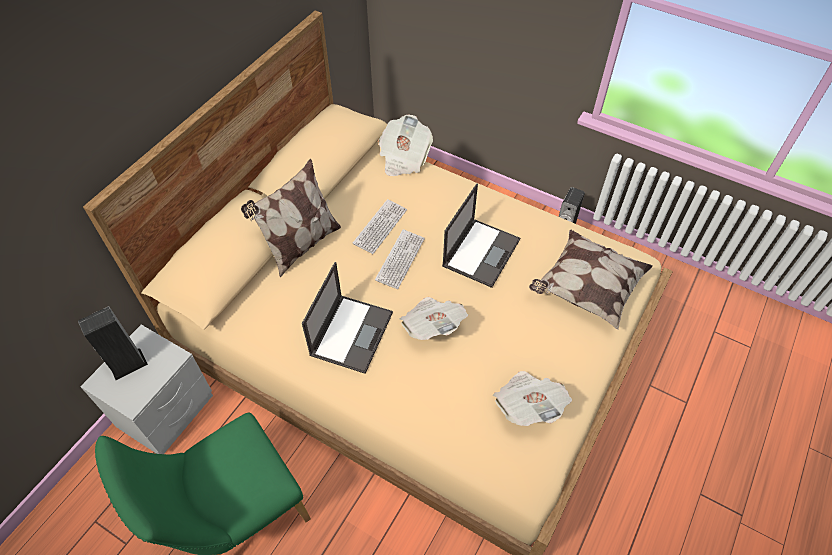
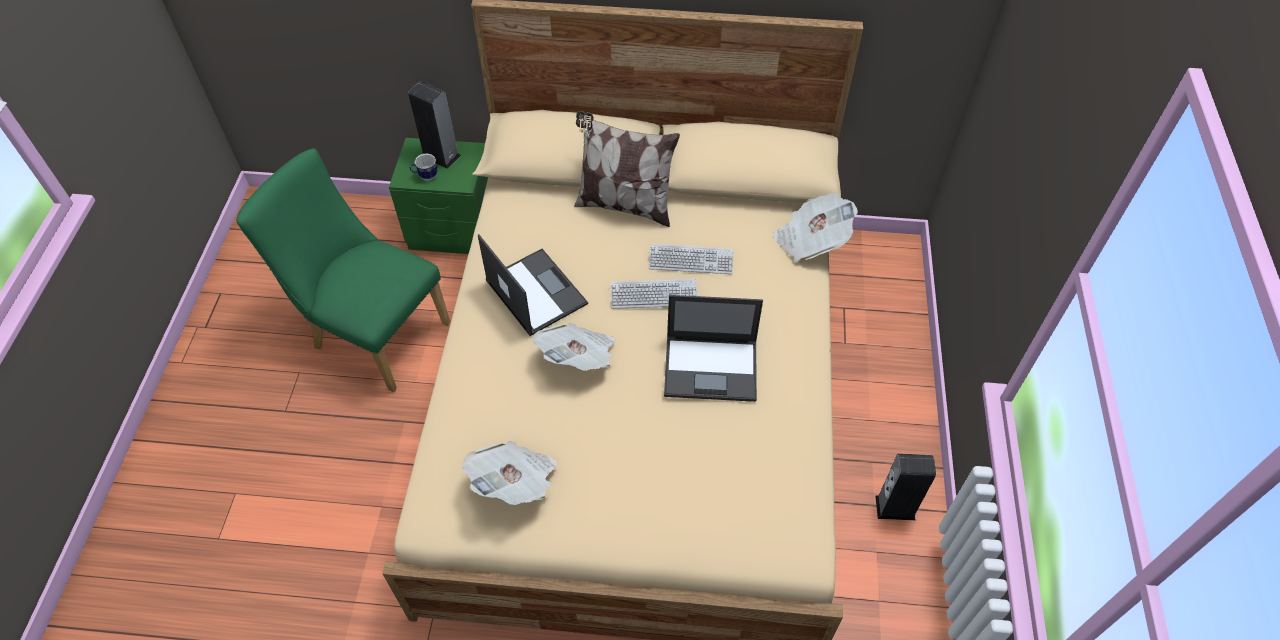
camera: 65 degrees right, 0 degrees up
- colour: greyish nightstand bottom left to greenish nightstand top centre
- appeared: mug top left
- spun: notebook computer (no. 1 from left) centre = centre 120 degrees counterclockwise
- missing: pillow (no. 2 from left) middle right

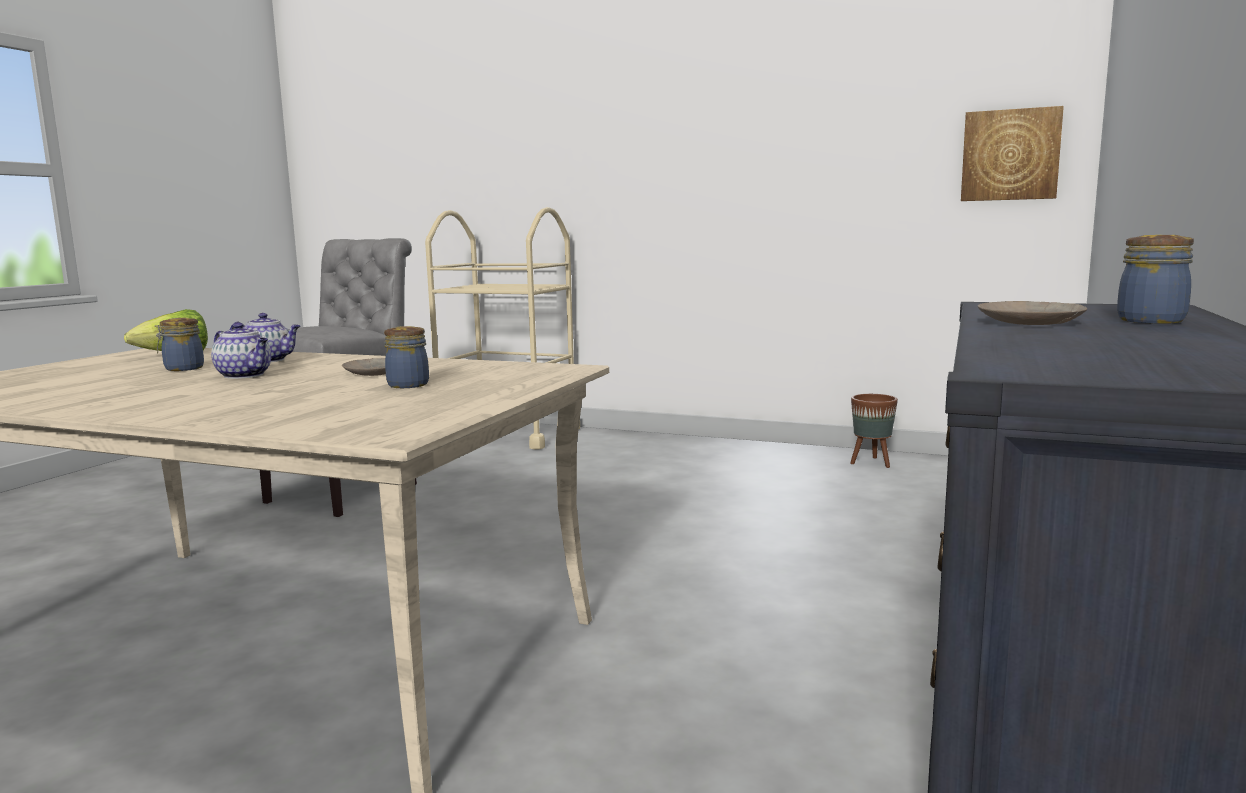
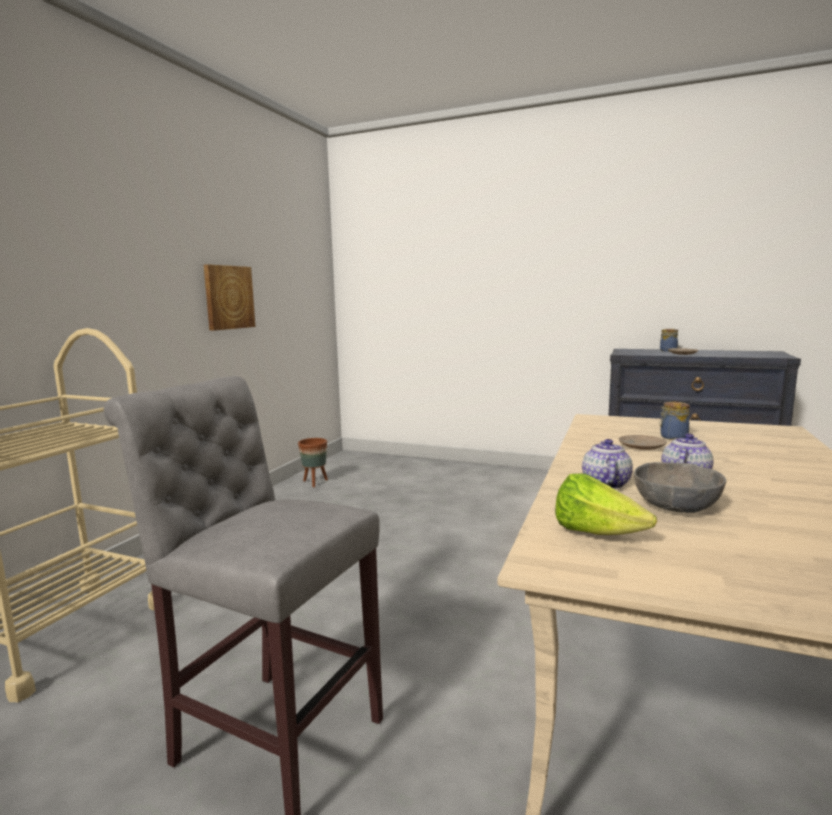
camera: 90 degrees left, 0 degrees up
- relocated: picture top right to middle left
- exchanged: jar (no. 1 from left) middle left to greyish deep dish middle right

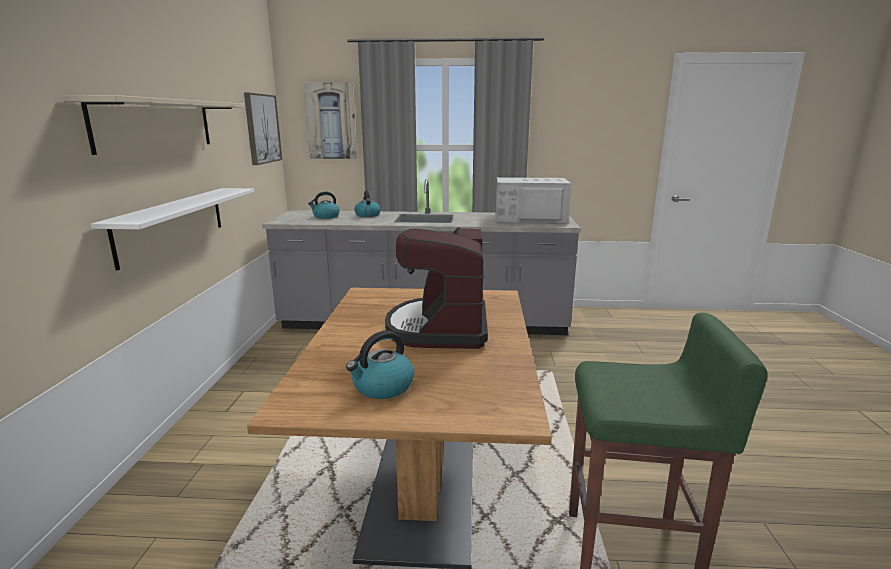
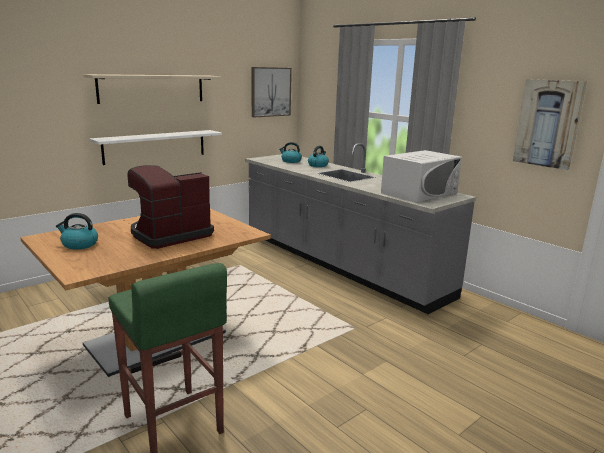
camera: 45 degrees right, 0 degrees up
- spun: whitish microwave oven centre = middle right 90 degrees clockwise
- relocated: picture (no. 2 from left) top centre to top right

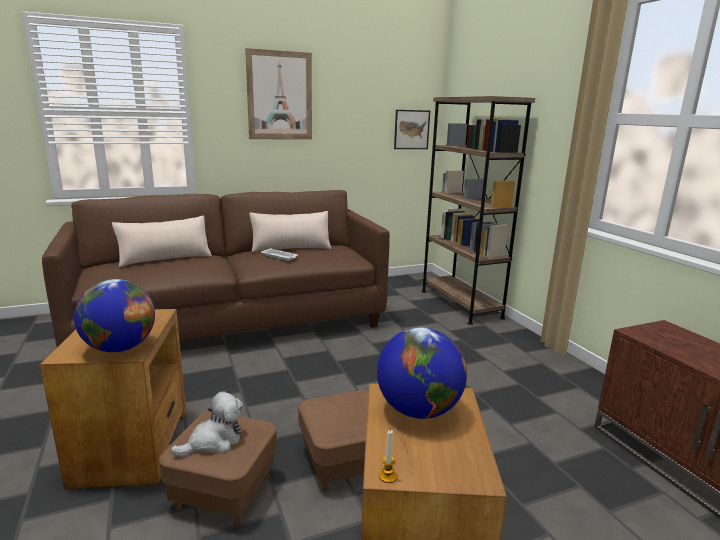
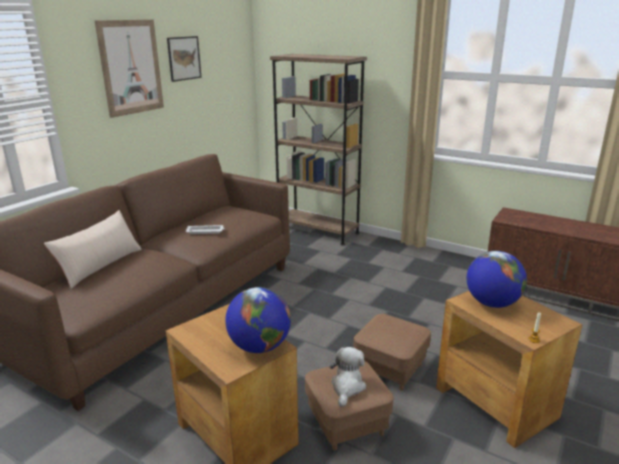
camera: 35 degrees left, 5 degrees up
- relocated: picture (no. 2 from left) top centre to top left
- missing: beige-coloured pillow (no. 2 from left) centre

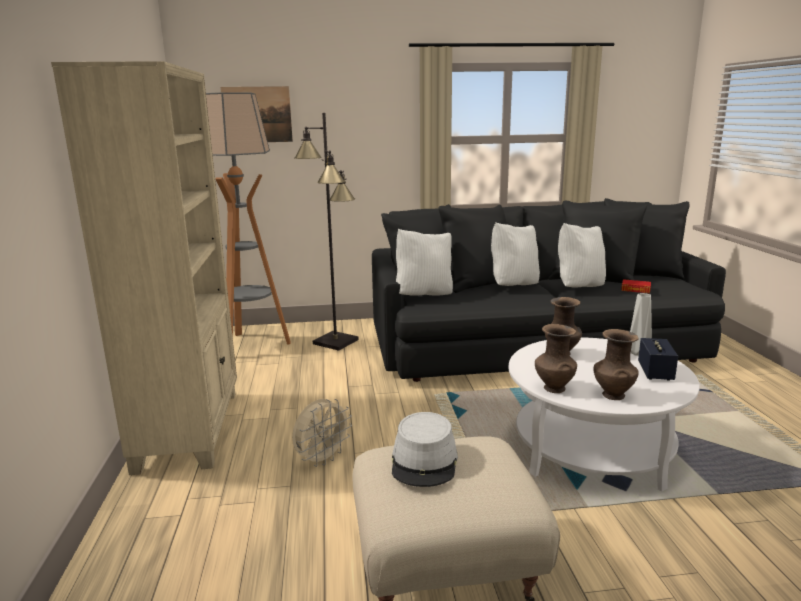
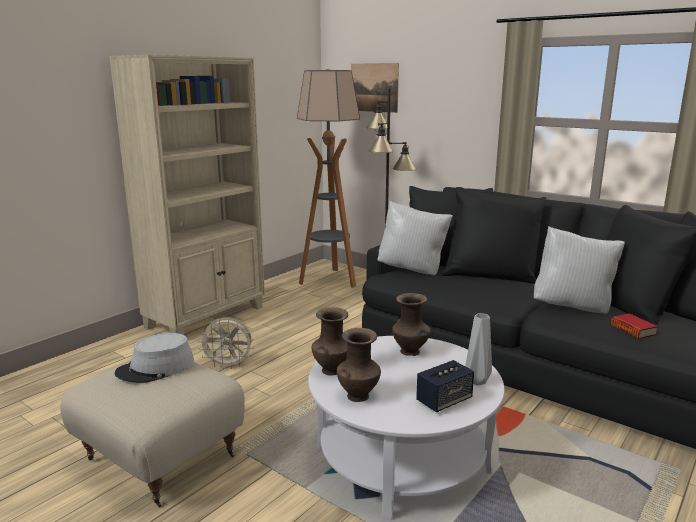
camera: 45 degrees right, 0 degrees up
- missing: whitish pillow (no. 2 from left) centre

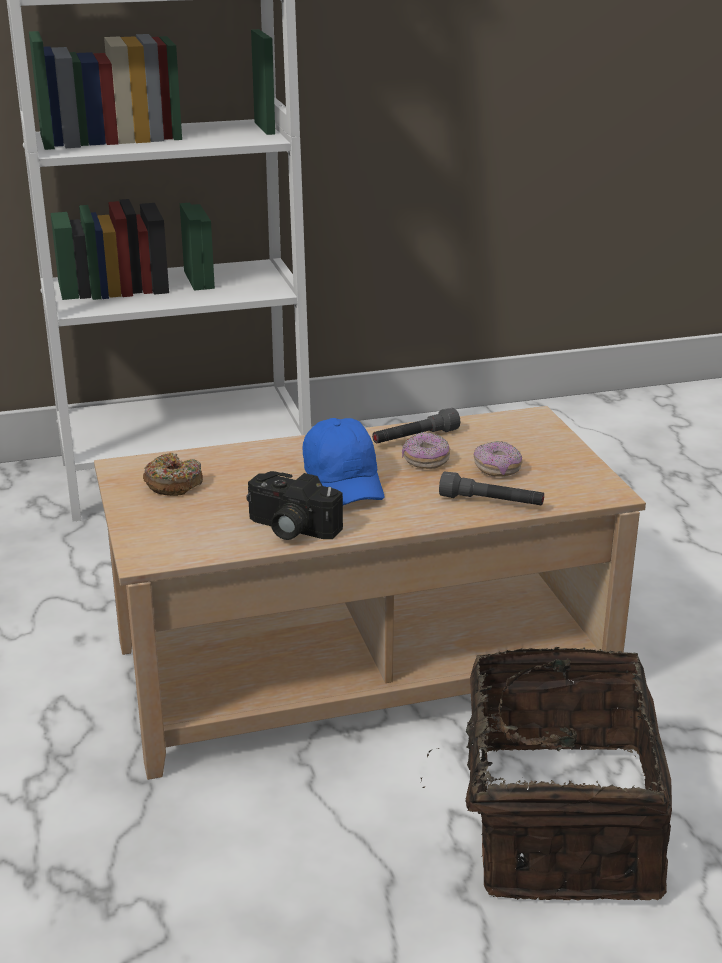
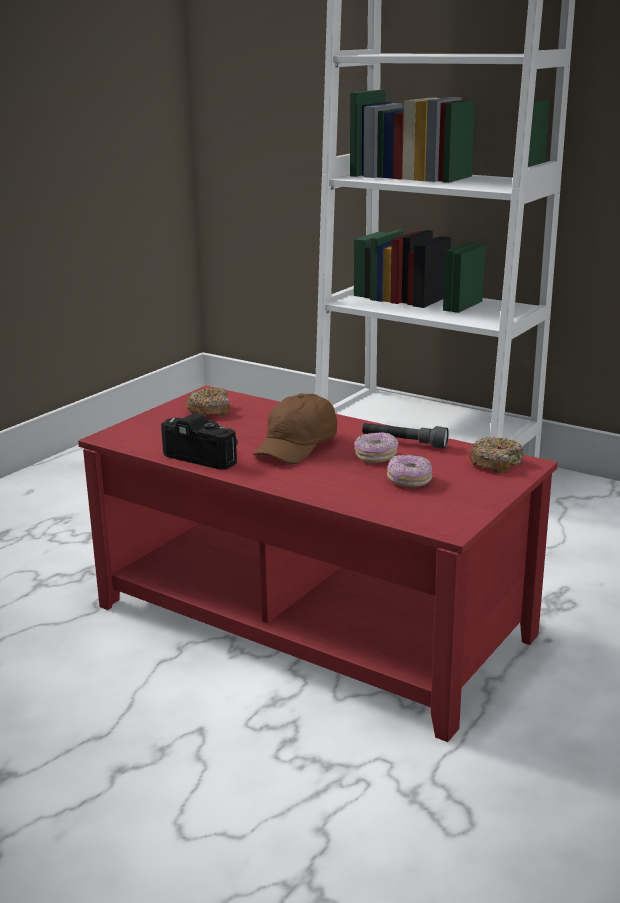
camera: 50 degrees right, 5 degrees down
- colour: beige-coloured low table centre to red low table centre
- spun: photo camera centre = middle left 135 degrees clockwise
- colour: blue-coloured peaked cap centre to brown-coloured peaked cap centre
- appeared: donut (no. 4 from left) middle right
- missing: basket bottom right
- missing: greyish hand torch (no. 2 from left) middle right

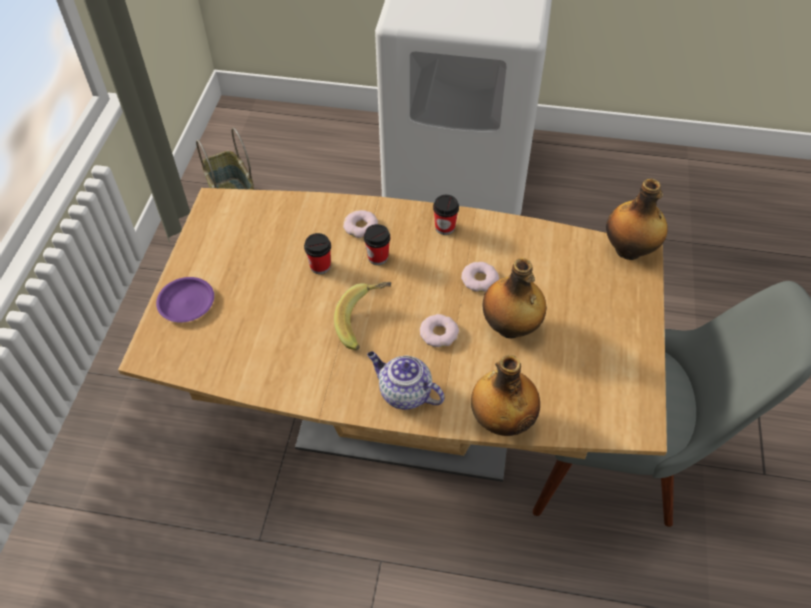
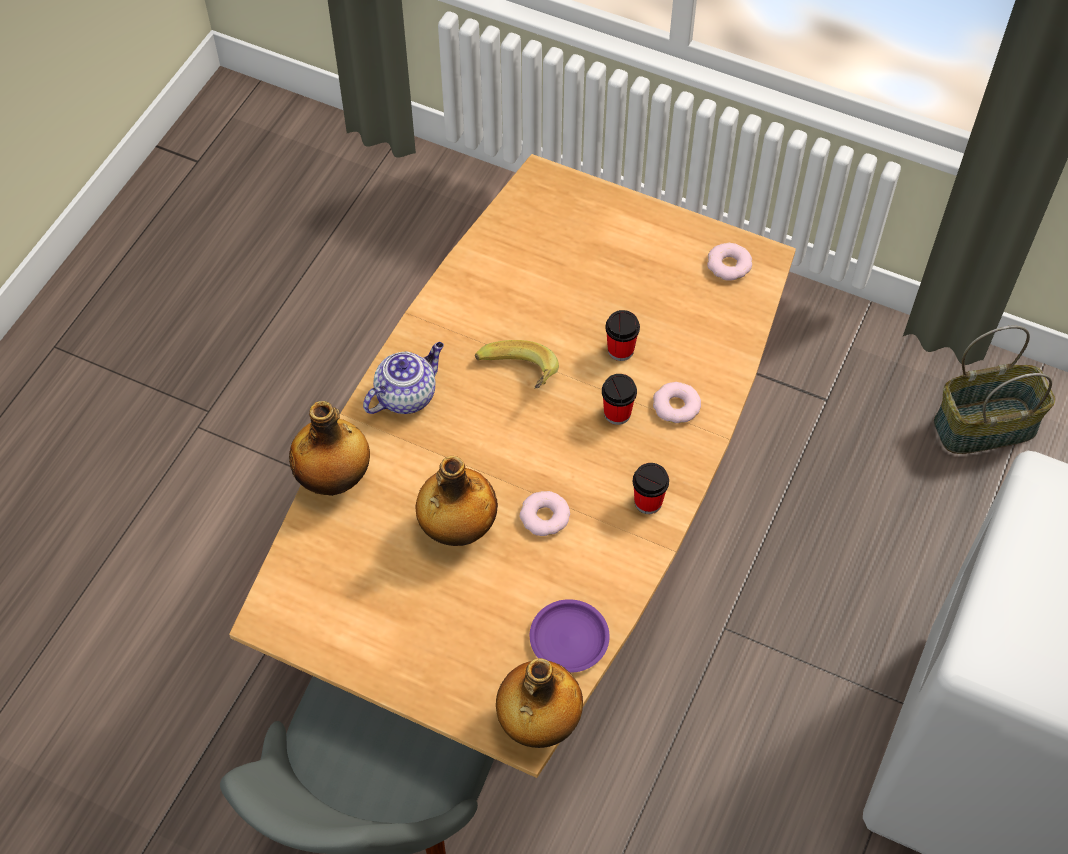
camera: 105 degrees right, 5 degrees up
- relocated: purple-coloured plate middle left to bottom centre
- relocated: donut (no. 2 from left in the first image) centre to donut (no. 3 from left) top right

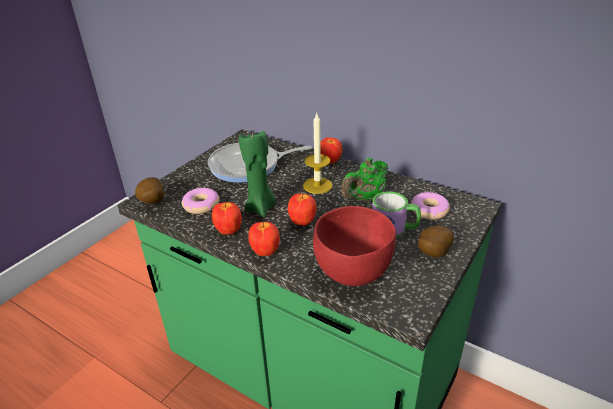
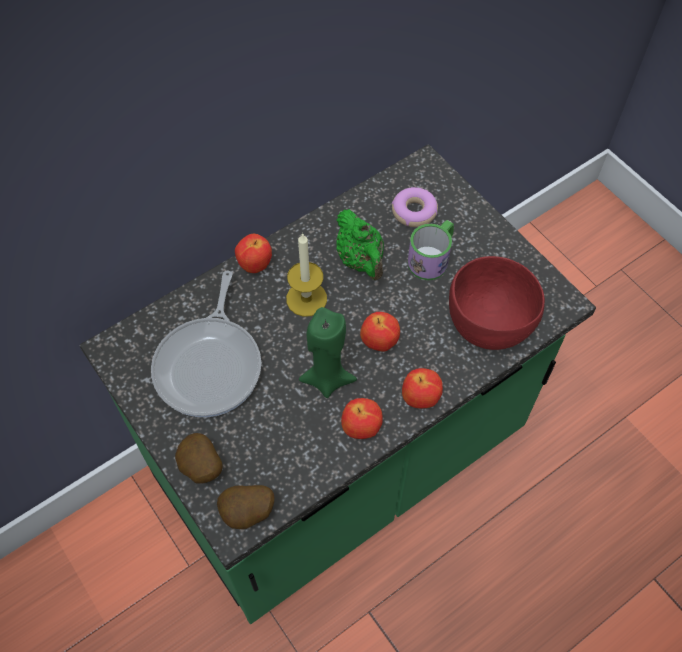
camera: 70 degrees left, 25 degrees up
- relocated: whole potato (no. 2 from left in the first image) middle right to whole potato (no. 1 from left) bottom left
- missing: donut (no. 1 from left) middle left

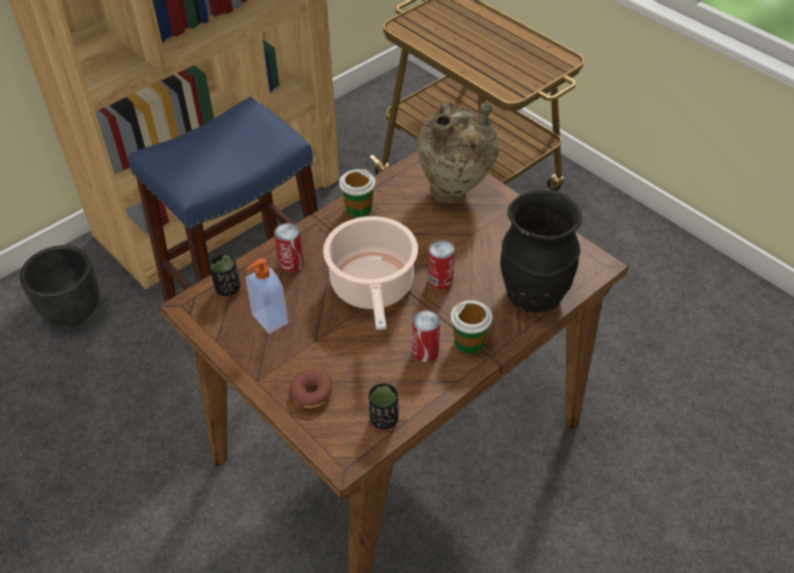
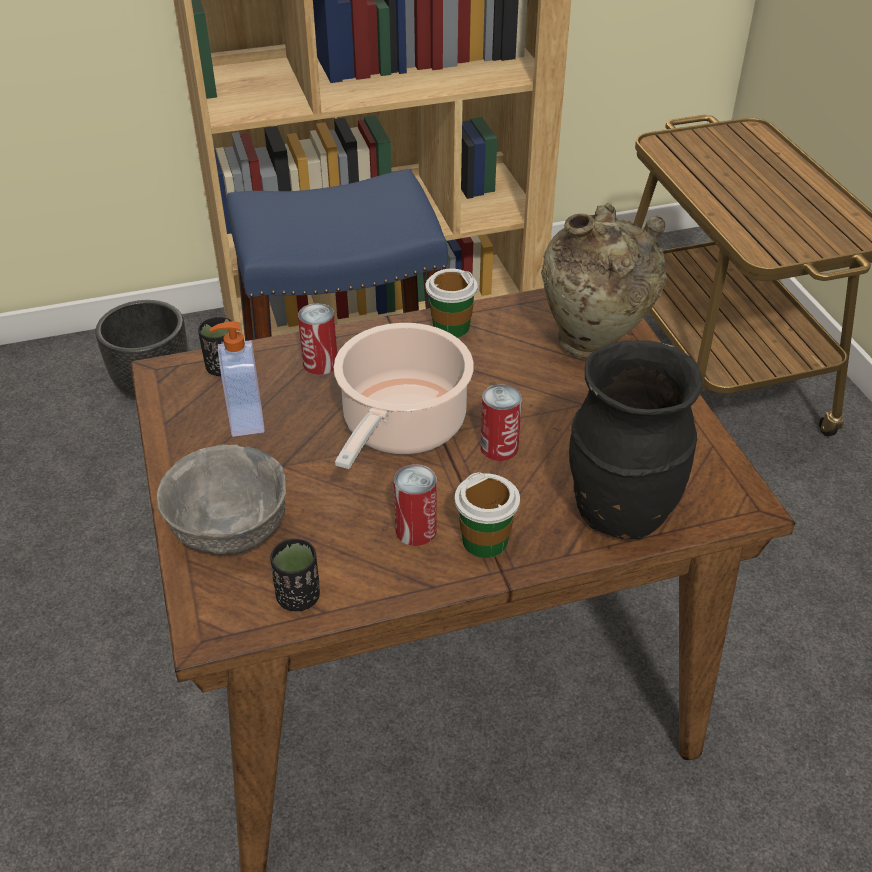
camera: 25 degrees right, 5 degrees down
- exchanged: donut bottom centre to greyish deep dish middle left

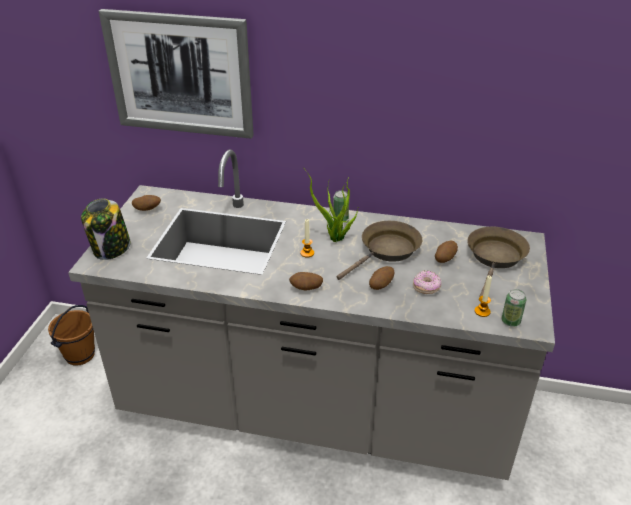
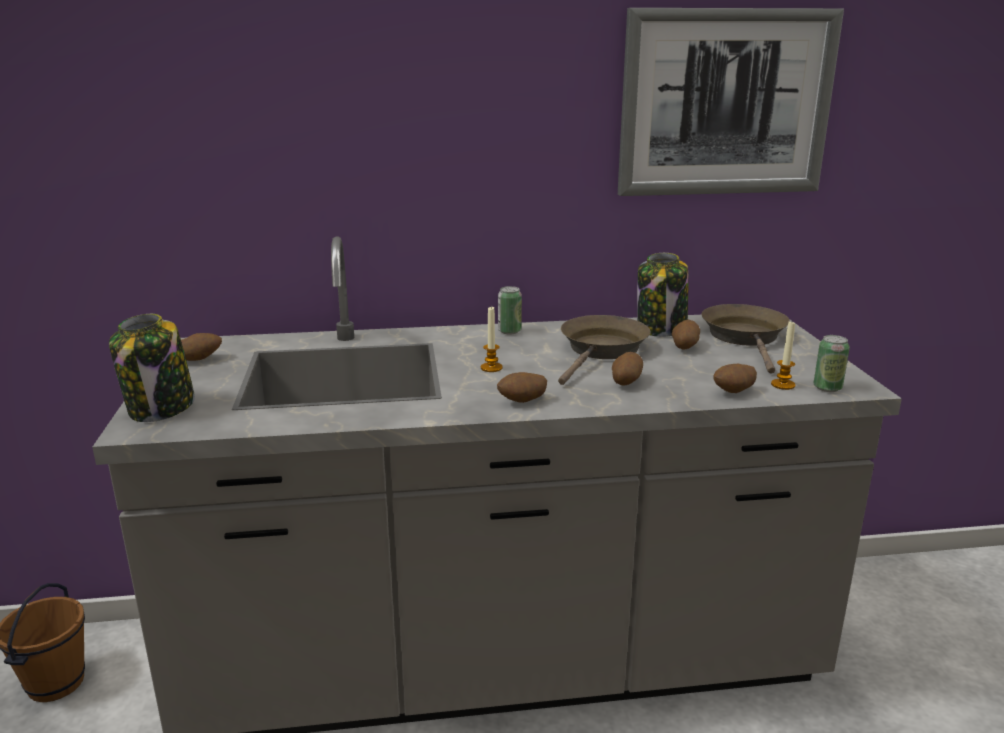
camera: 20 degrees left, 15 degrees down
- relocated: picture top left to top right
- appeared: jar (no. 2 from left) centre
- appeared: whole potato (no. 5 from left) middle right
- missing: houseplant centre
- missing: donut middle right

